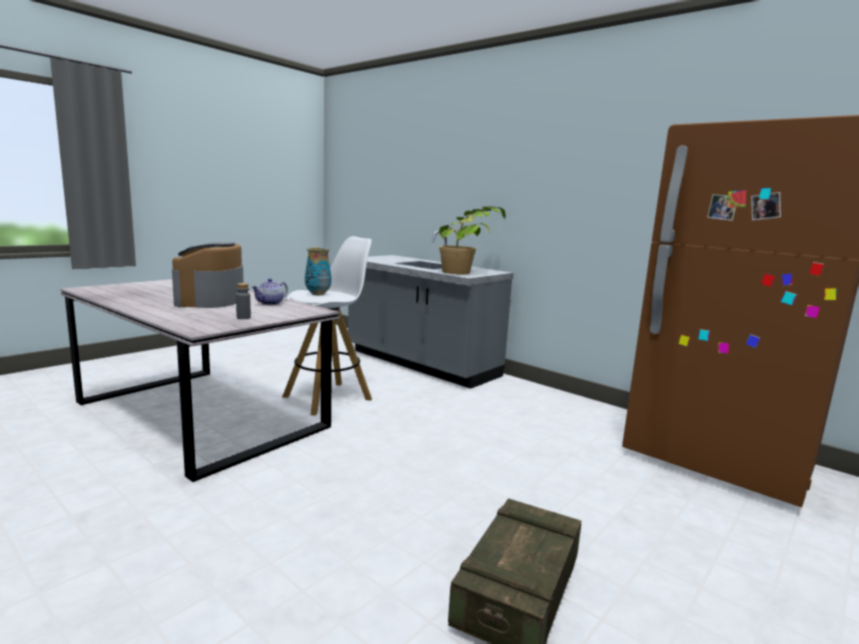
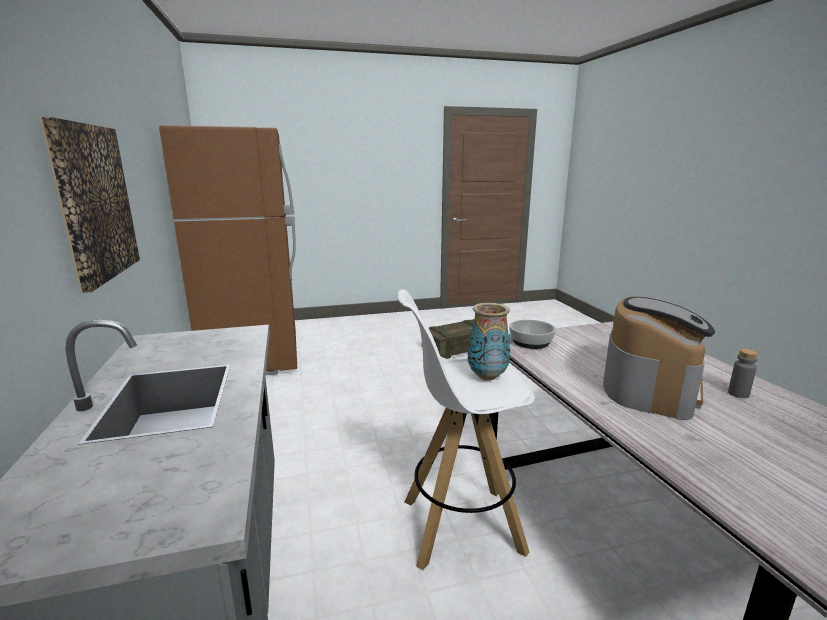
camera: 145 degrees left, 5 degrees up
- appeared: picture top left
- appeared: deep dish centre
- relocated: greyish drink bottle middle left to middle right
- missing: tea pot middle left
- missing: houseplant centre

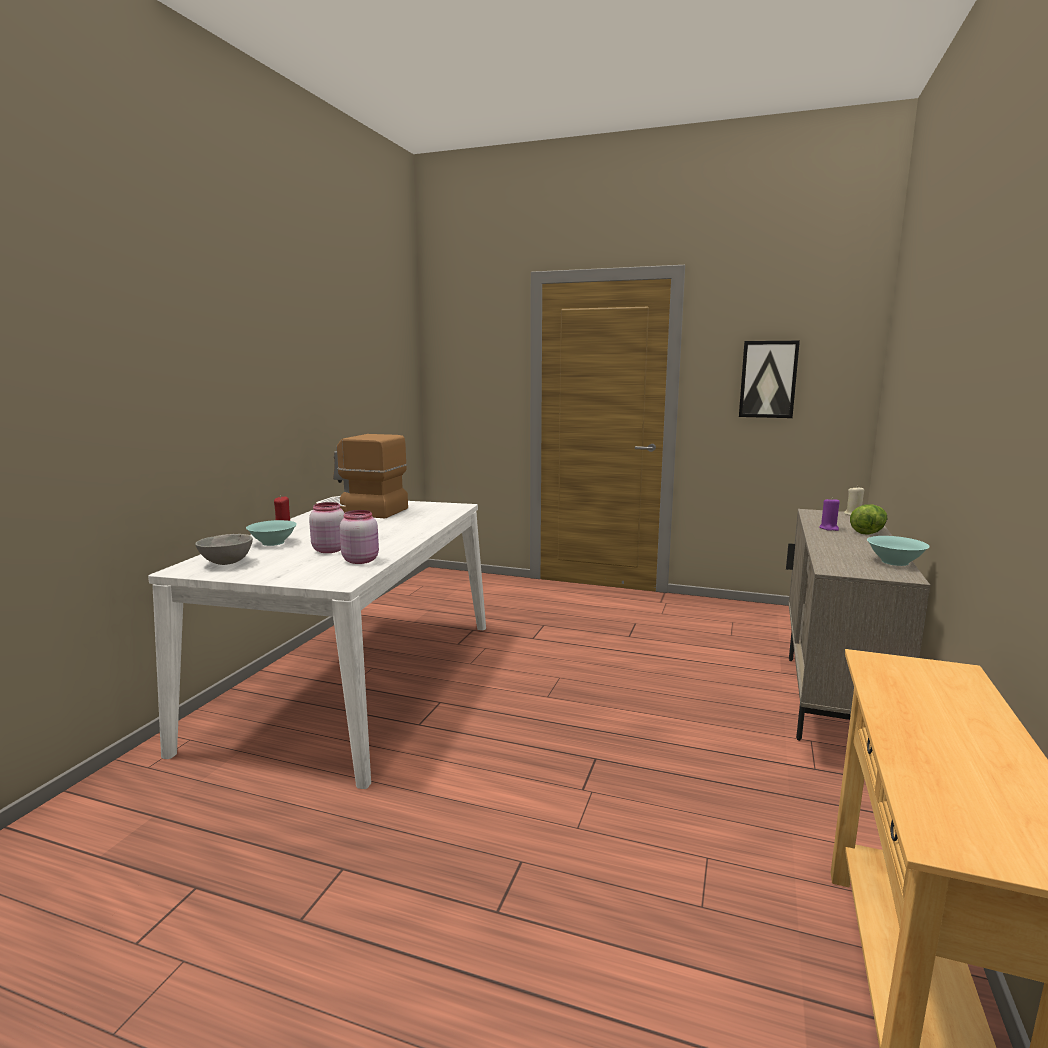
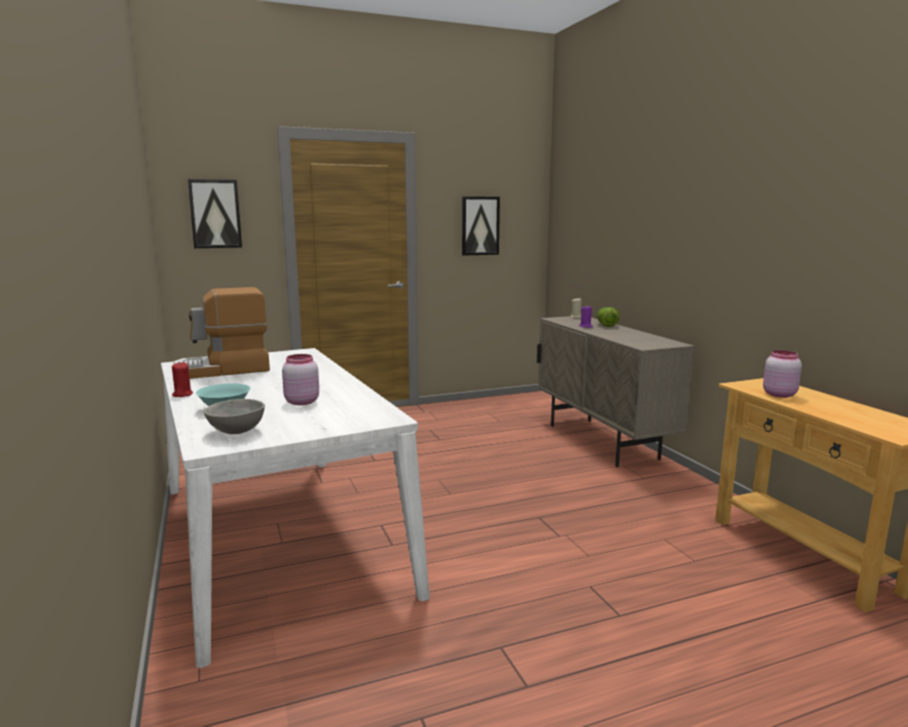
camera: 40 degrees left, 0 degrees up
- appeared: picture (no. 1 from left) top left
- relocated: pinkish jar (no. 2 from left) centre to middle right
- missing: blue-green deep dish (no. 2 from left) middle right

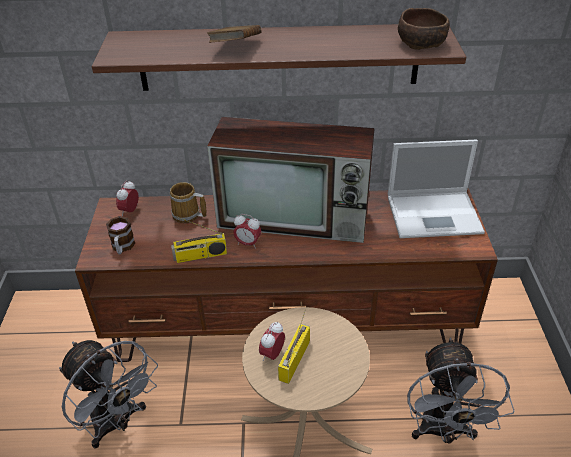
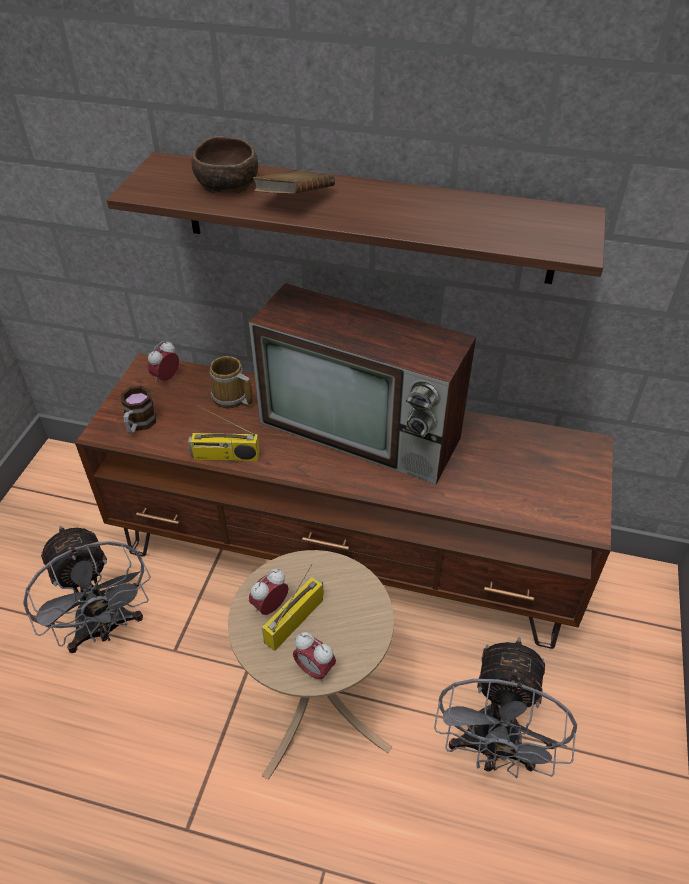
camera: 15 degrees right, 5 degrees up
- relocated: brown-coloured deep dish top right to top left
- relocated: bedside clock (no. 2 from left in the first image) centre to bedside clock (no. 3 from left) bottom centre
- missing: notebook computer middle right

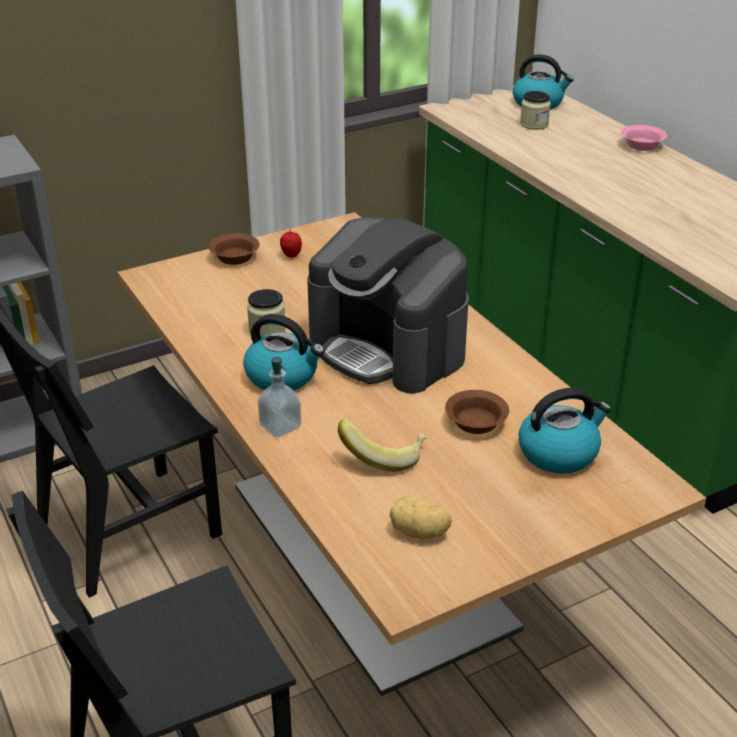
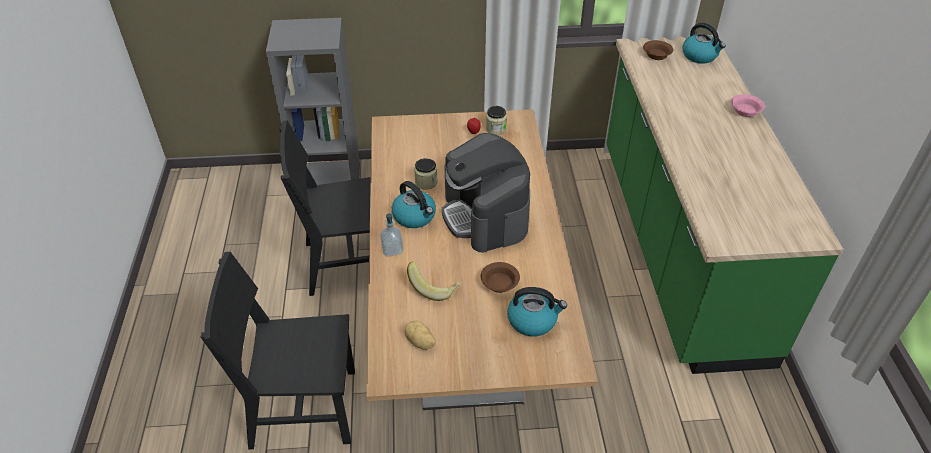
camera: 25 degrees right, 10 degrees up
- relocated: jar (no. 2 from left) top right to top centre
- relocated: brown-coloured deep dish (no. 1 from left in the first image) middle left to brown-coloured deep dish (no. 2 from left) top right

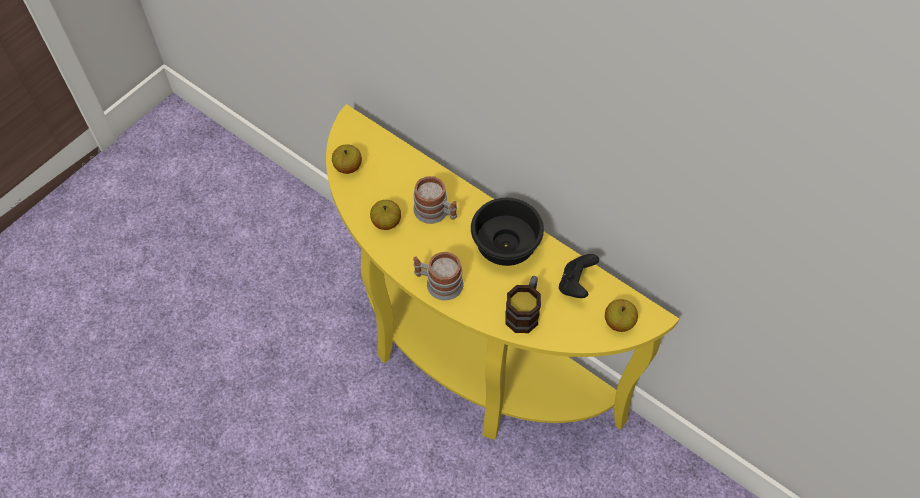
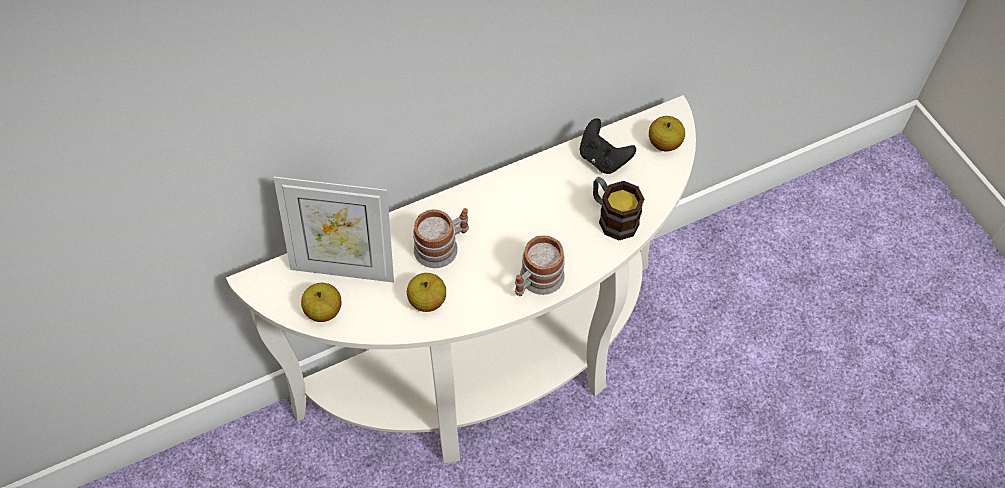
camera: 65 degrees left, 0 degrees up
- colour: yellow-coloured console table centre to whitish console table centre
- appeared: picture frame middle left
- missing: black deep dish centre

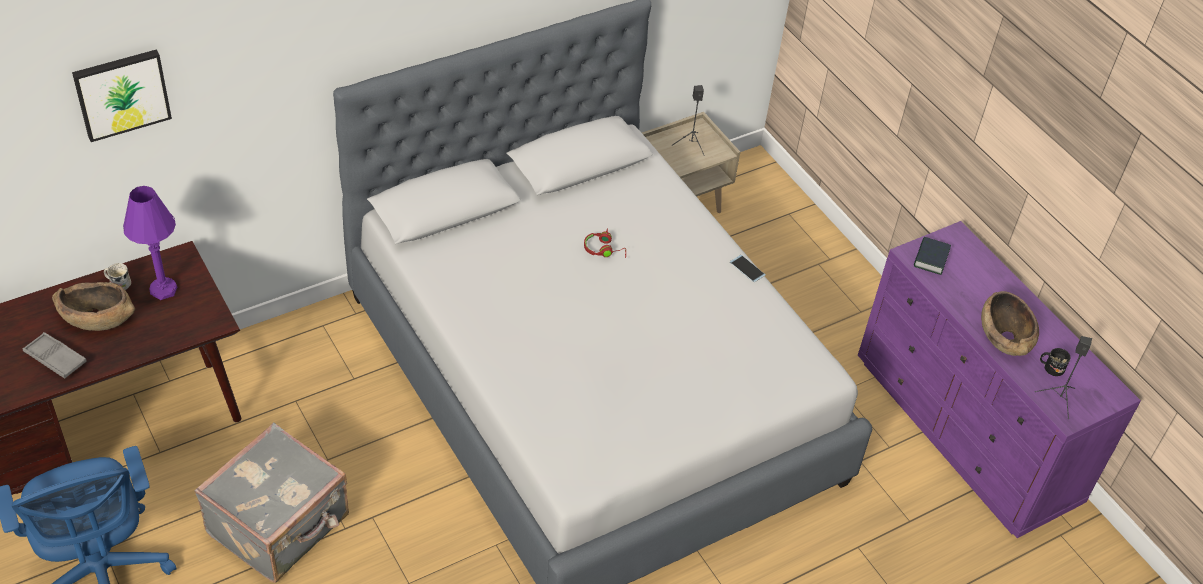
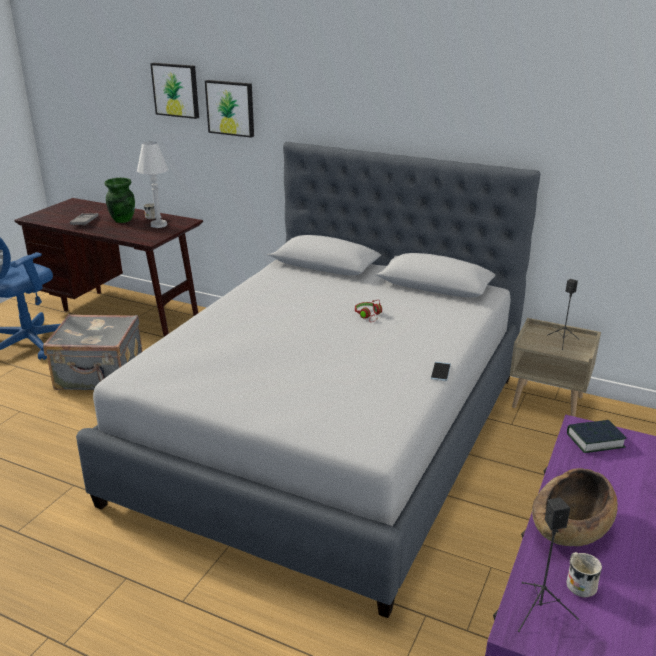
camera: 60 degrees right, 20 degrees down
- exchanged: brown-coloured deep dish (no. 1 from left) middle left to greenish vase top left
- colour: purple-coloured lamp for a table middle left to whitish lamp for a table top left
- appeared: picture (no. 2 from left) top centre
- colour: black mug middle right to whitish mug (no. 2 from left) bottom right

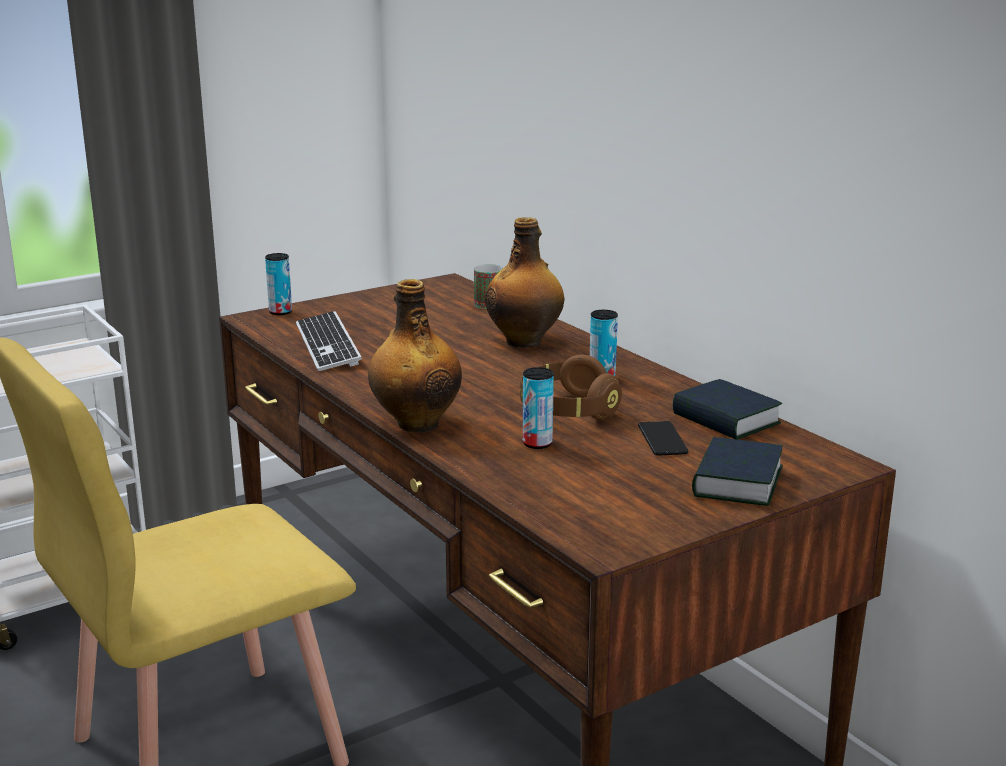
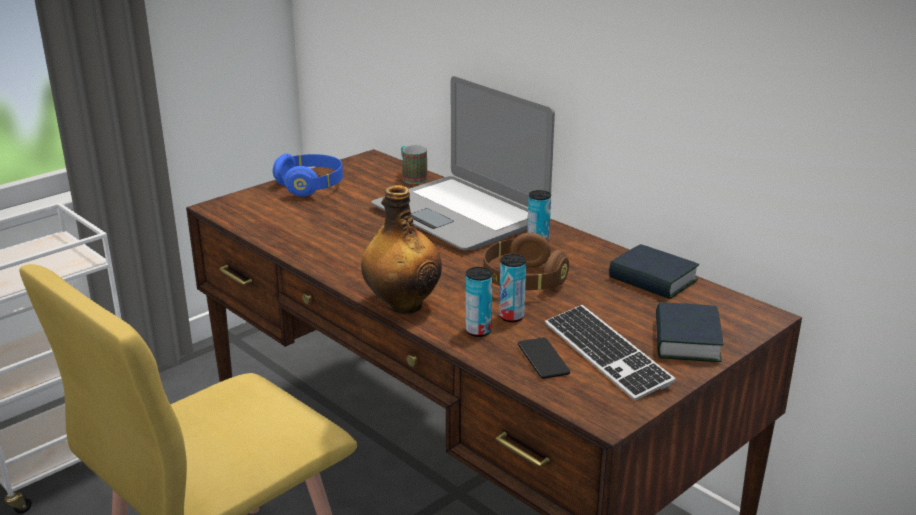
camera: 10 degrees left, 5 degrees up
- appeared: blue-coloured pair of headphones centre
- exchanged: drink bottle (no. 2 from left) centre to notebook computer top centre
- relocated: sealed can (no. 1 from left) middle left to centre
- relocated: telephone centre to bottom centre
- relocated: PC keyboard middle left to bottom centre

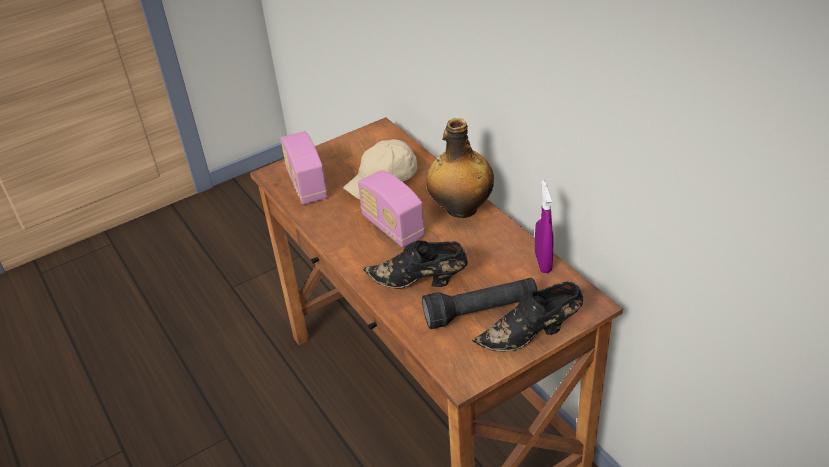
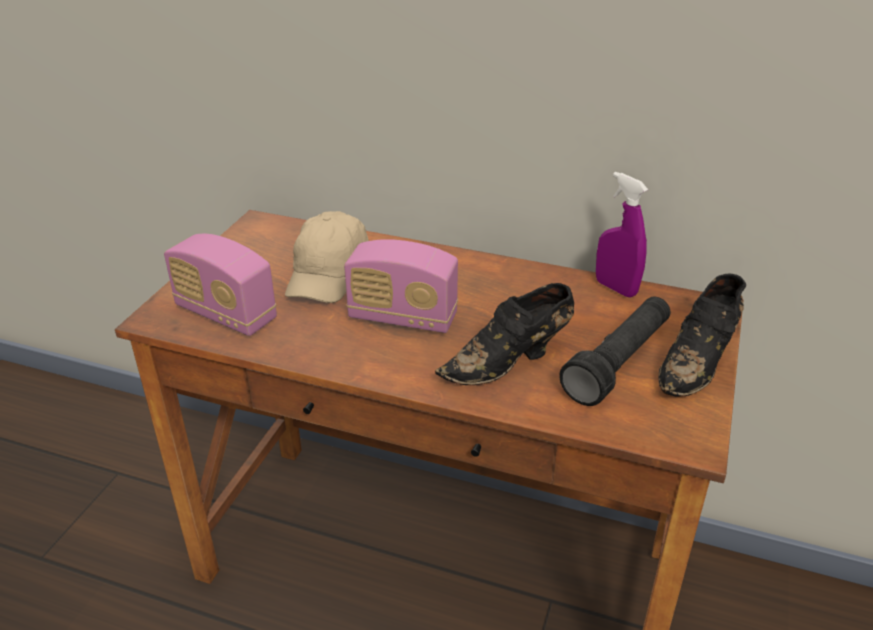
camera: 40 degrees left, 5 degrees down
- missing: drink bottle centre

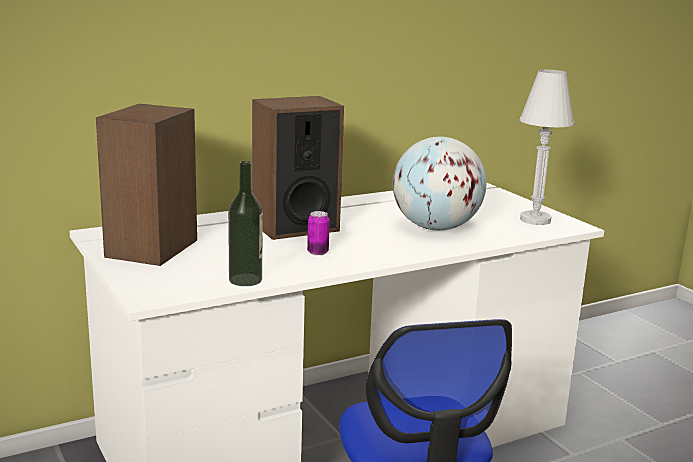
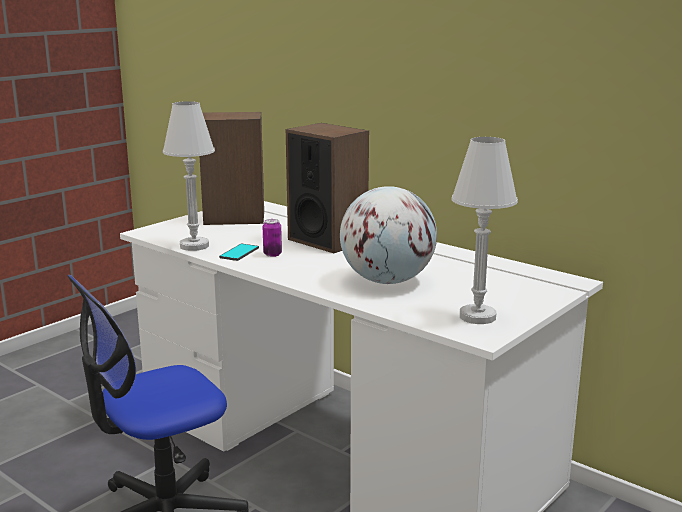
camera: 70 degrees right, 0 degrees up
- exchanged: drink bottle centre to whitish lamp for a table (no. 1 from left) middle left
- appeared: telephone centre

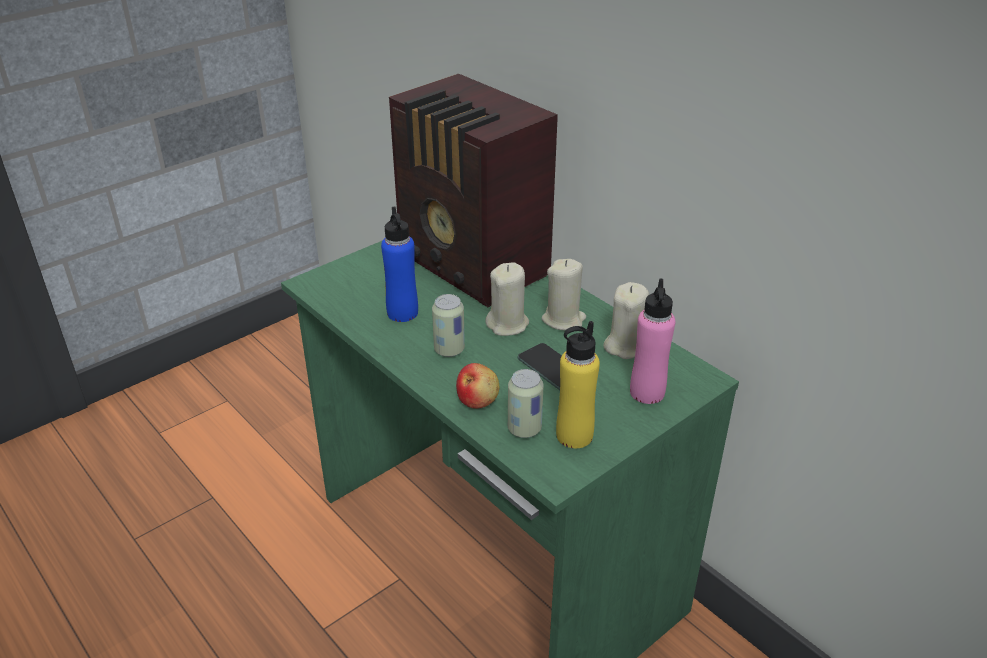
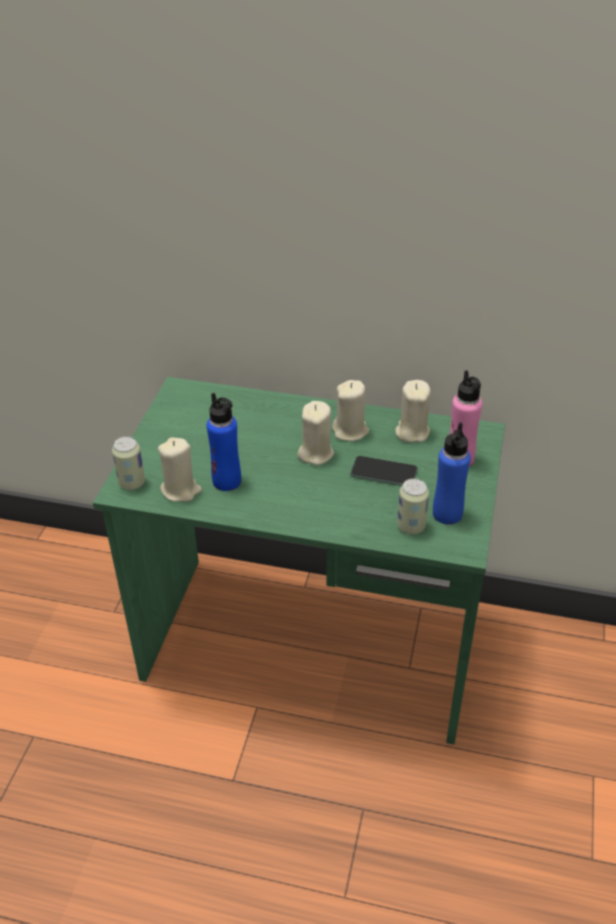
camera: 35 degrees left, 5 degrees up
- relocated: sealed can (no. 1 from left) centre to middle left
- appeared: beige-coloured candle (no. 1 from left) middle left
- colour: yellow-coloured drink bottle centre to blue-coloured drink bottle (no. 2 from left) middle right
- missing: radio top centre
- missing: apple fruit centre

